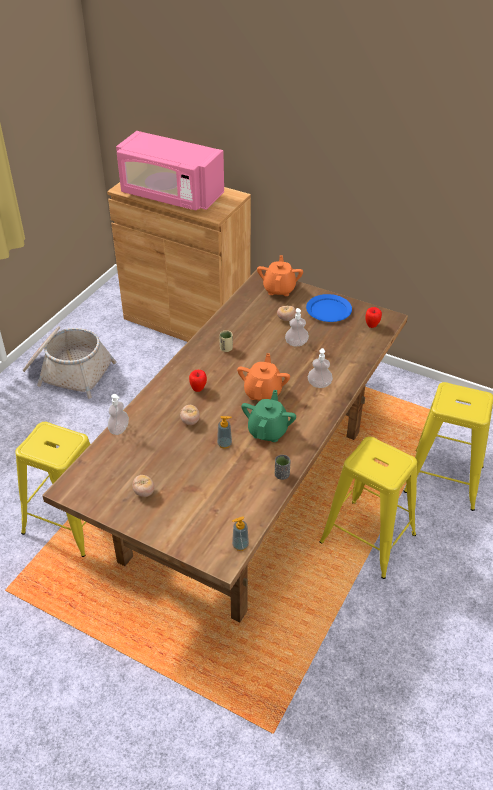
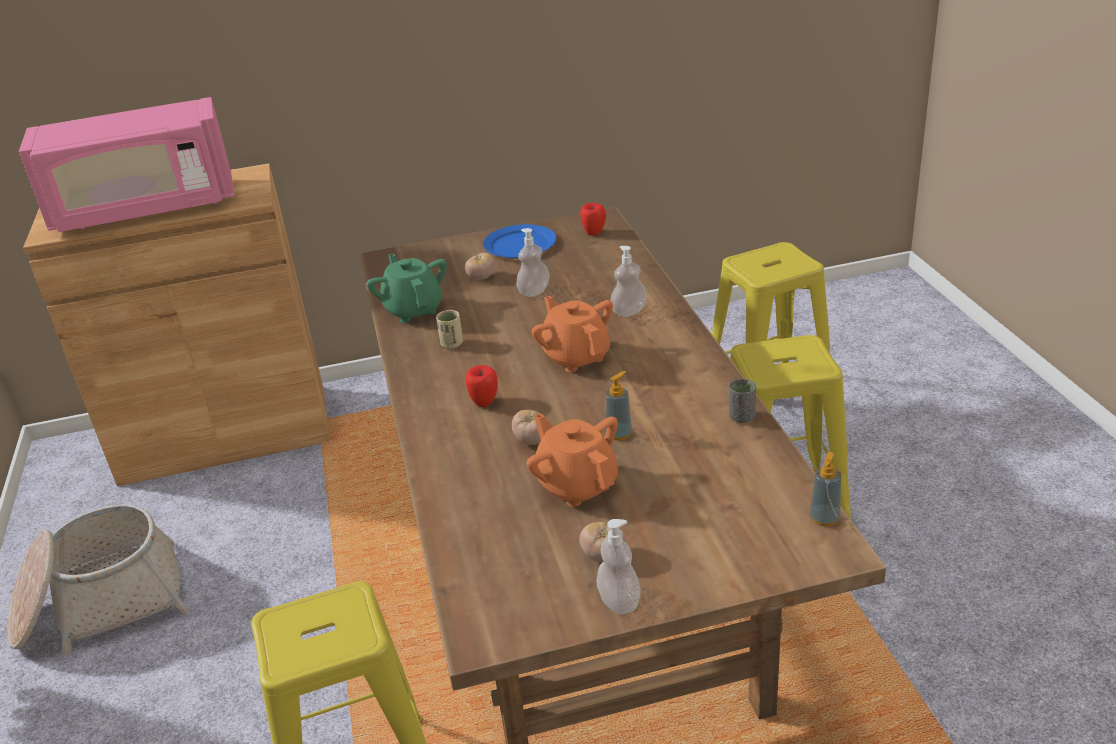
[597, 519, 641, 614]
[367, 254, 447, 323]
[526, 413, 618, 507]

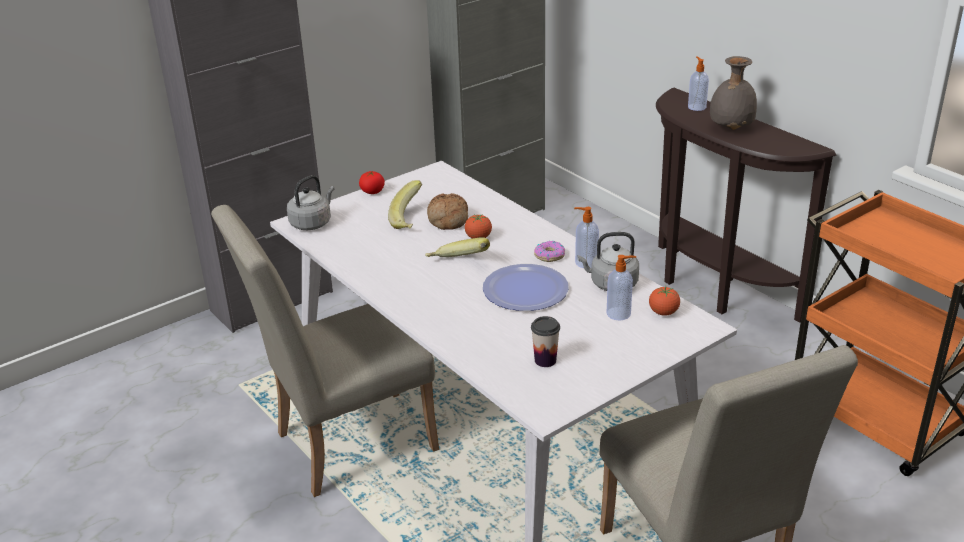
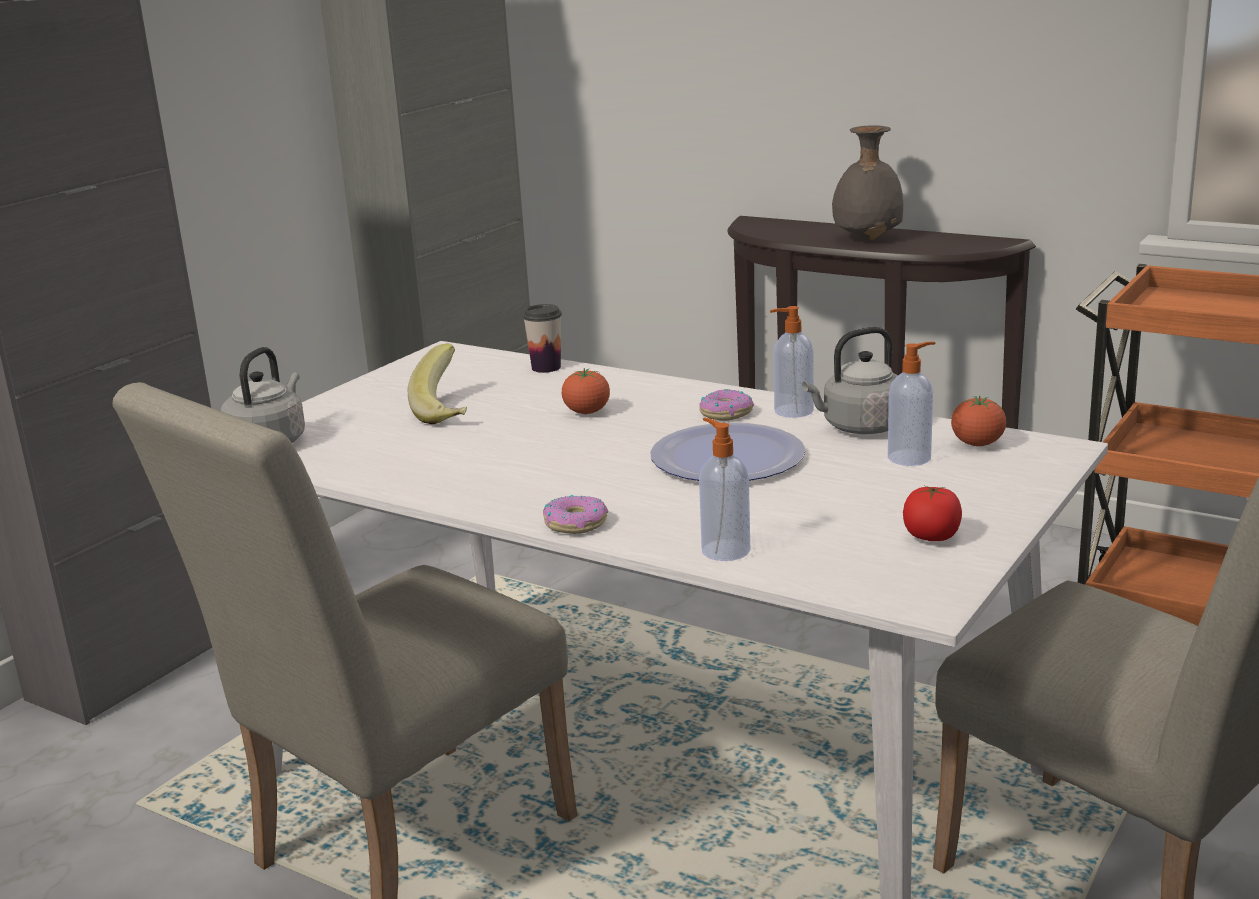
[903, 486, 962, 541]
[425, 237, 490, 257] (first image)
[427, 193, 468, 230] (first image)
[523, 304, 562, 373]
[699, 418, 750, 561]
[543, 495, 608, 534]

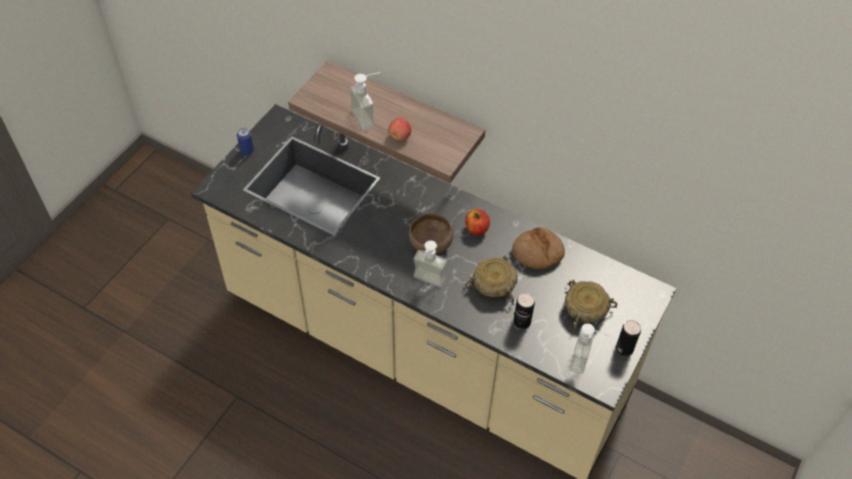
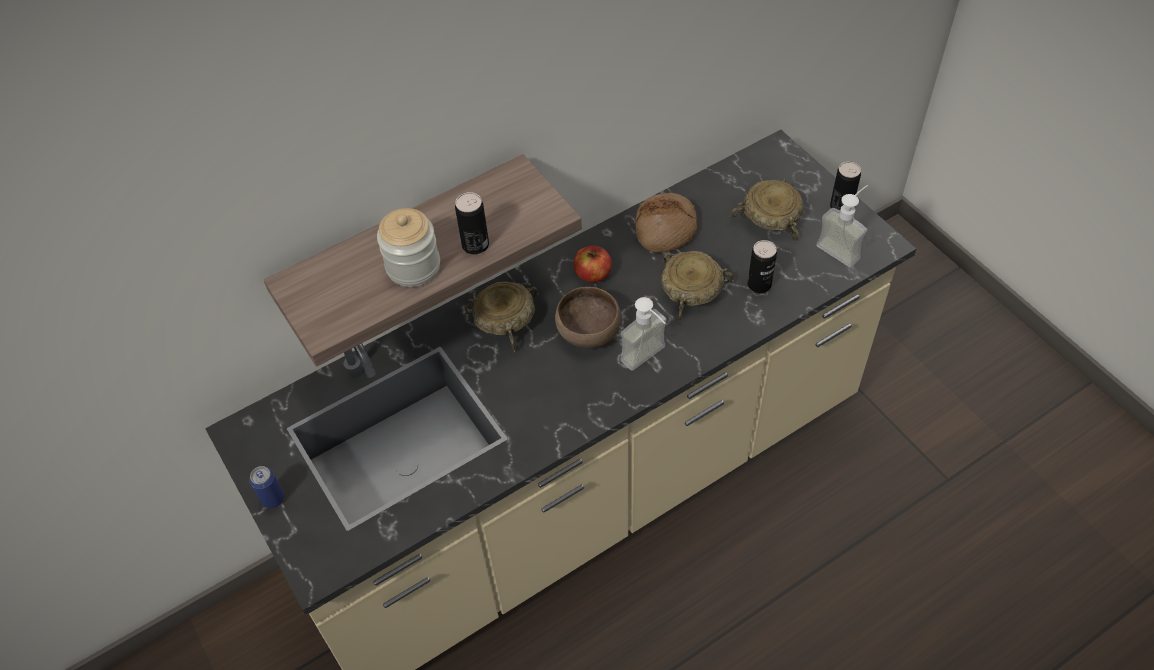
[377, 208, 440, 287]
[455, 192, 489, 254]
[464, 282, 539, 353]

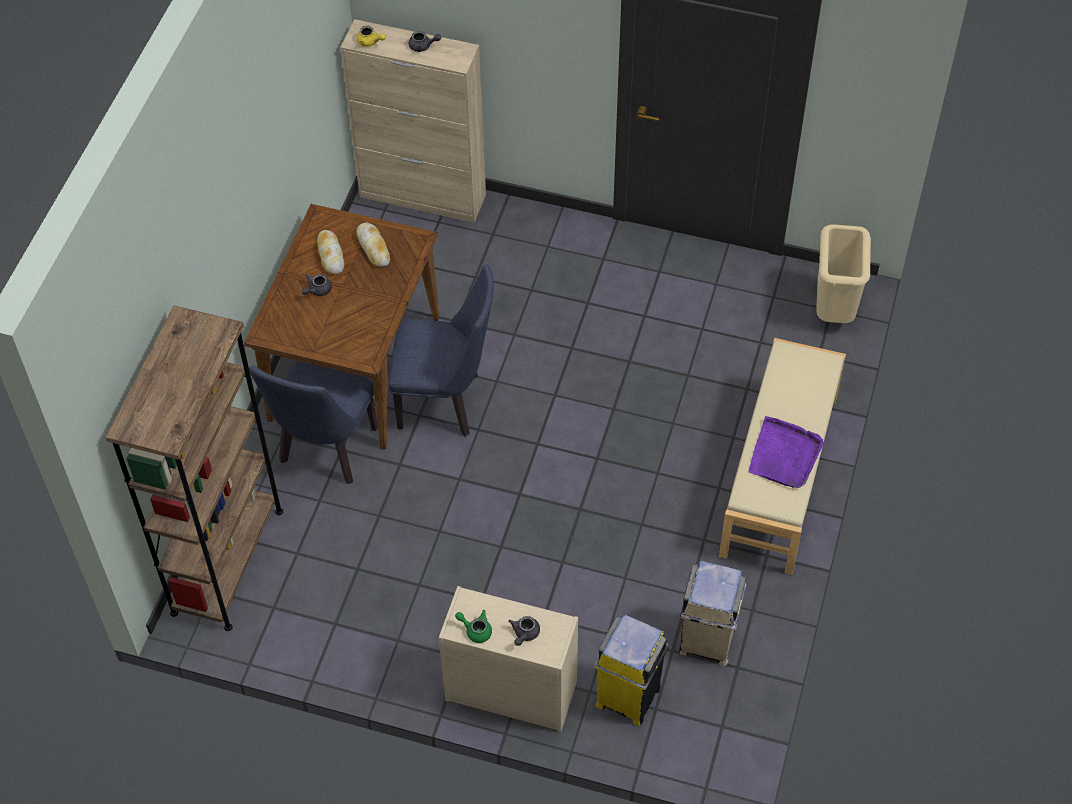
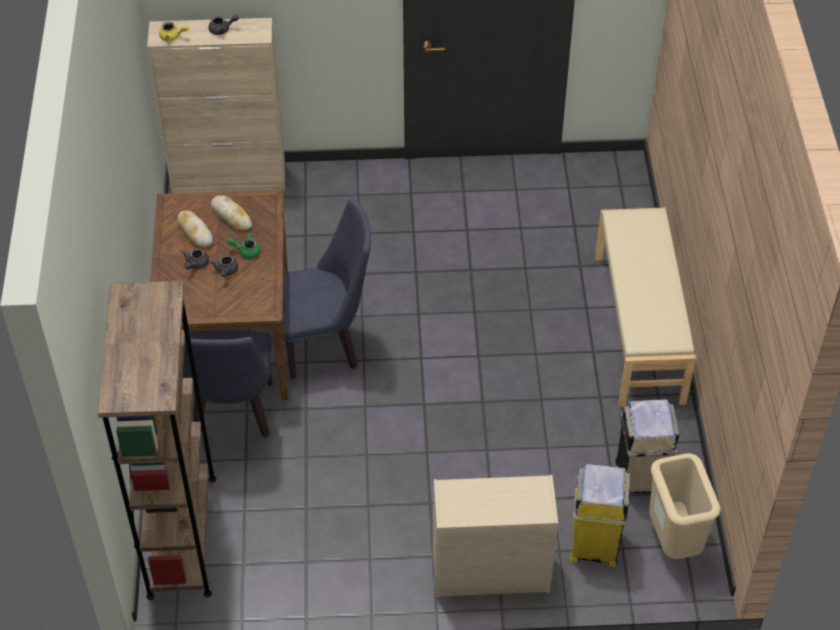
[227, 232, 261, 259]
[210, 255, 238, 277]
[748, 416, 824, 488] (first image)
[649, 453, 721, 559]

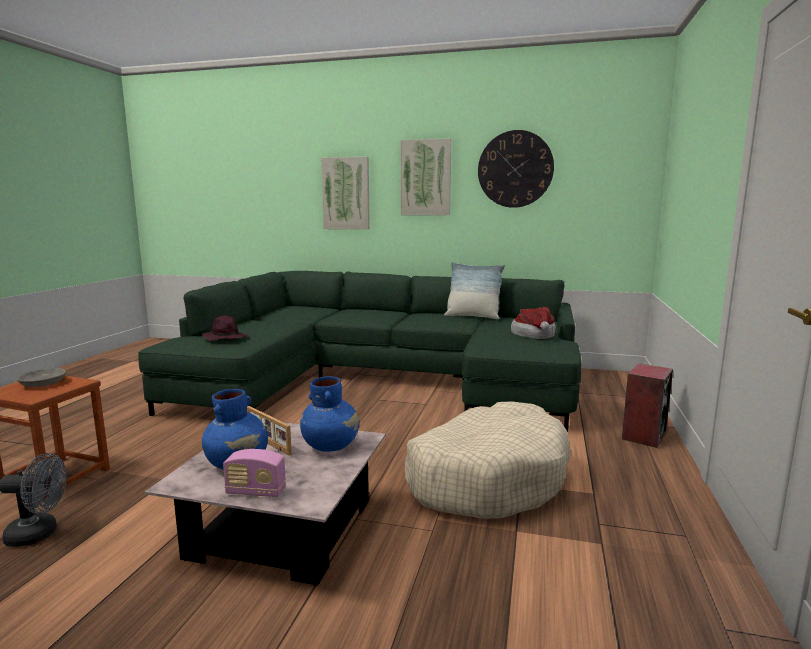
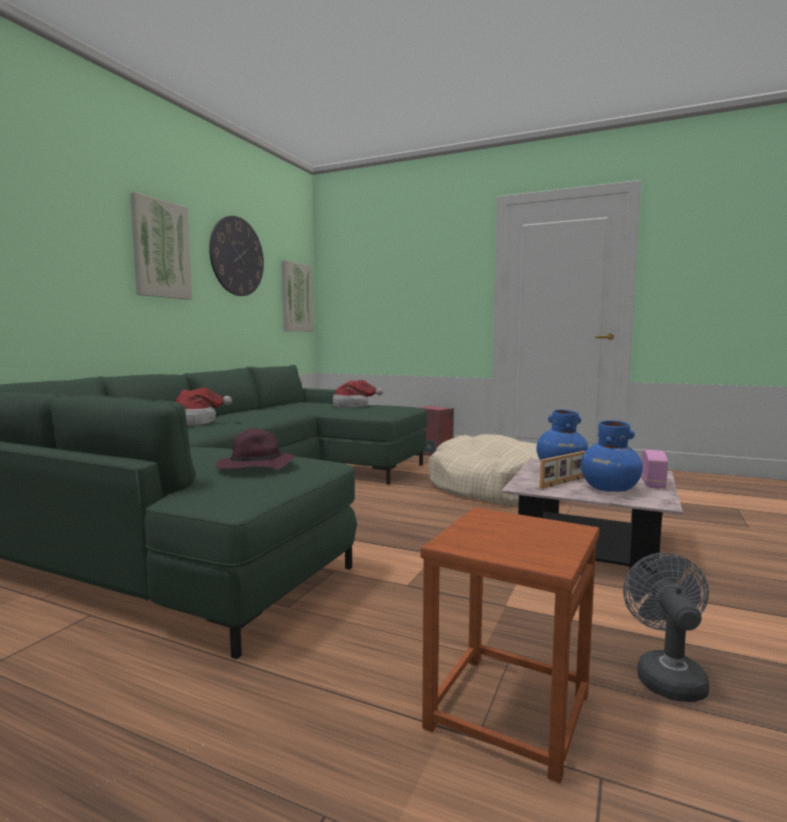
[17, 368, 66, 387] (first image)
[282, 260, 313, 332]
[444, 262, 505, 320] (first image)
[175, 388, 232, 426]

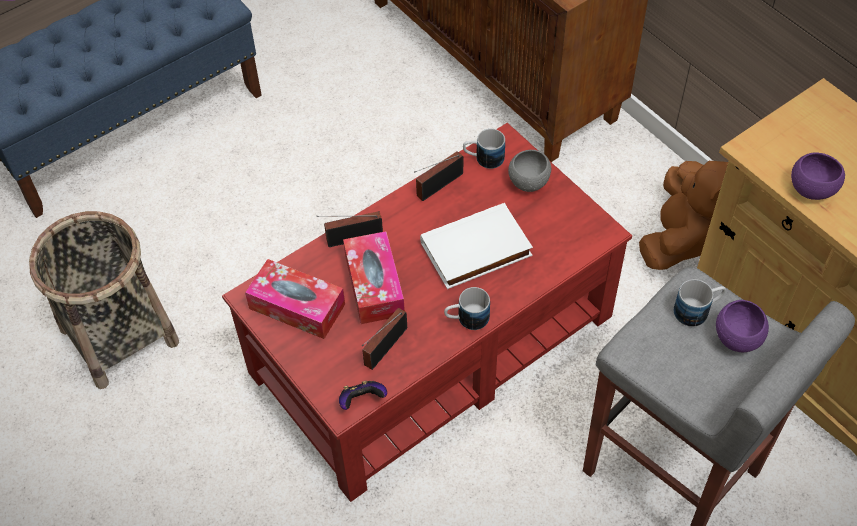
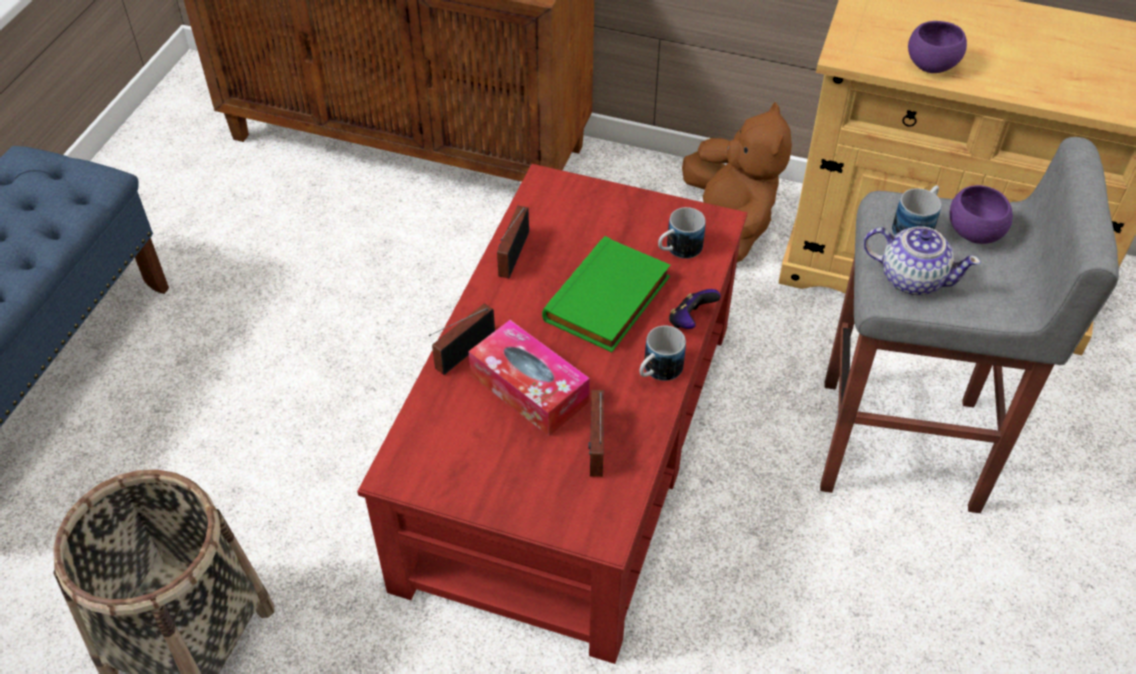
[245, 259, 345, 339] (first image)
[669, 289, 721, 329]
[542, 236, 670, 352]
[658, 207, 705, 259]
[508, 150, 551, 192] (first image)
[863, 226, 981, 295]

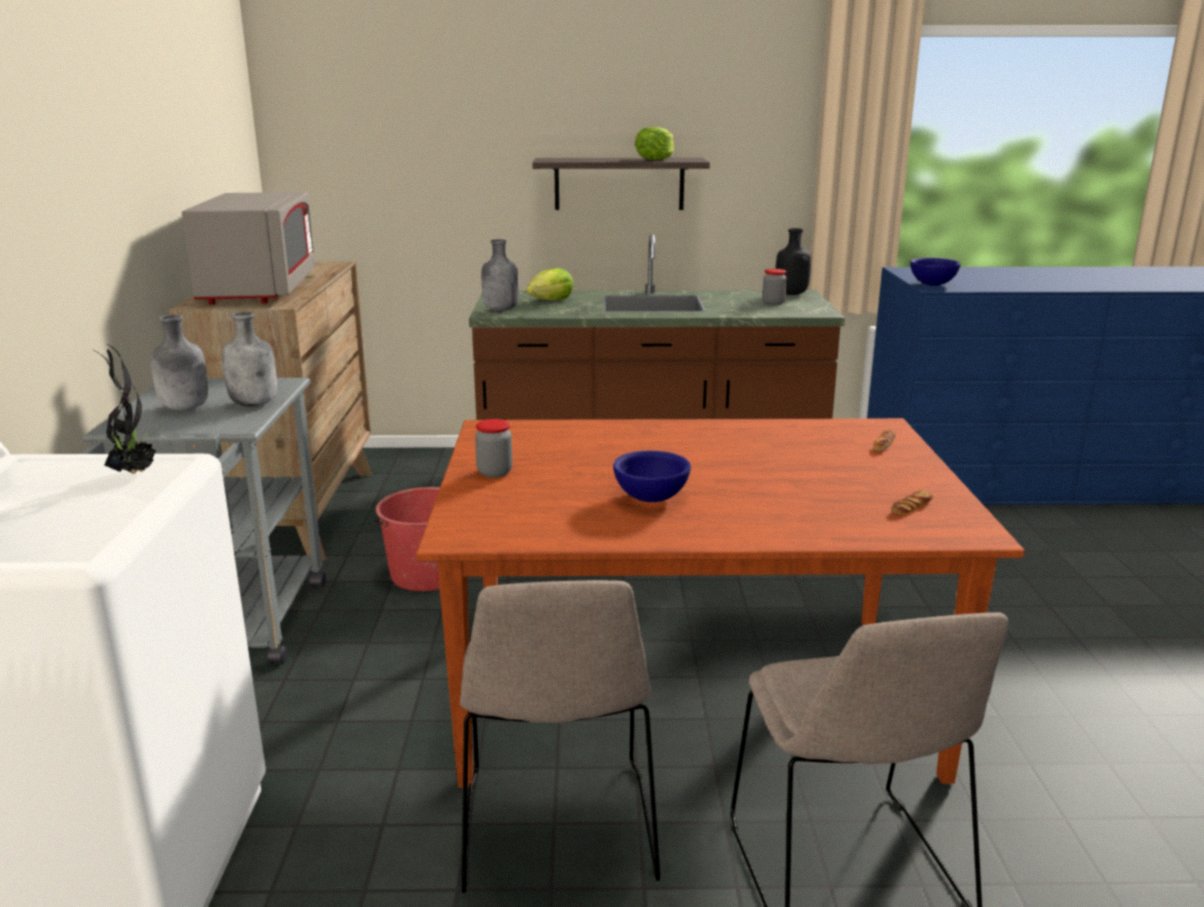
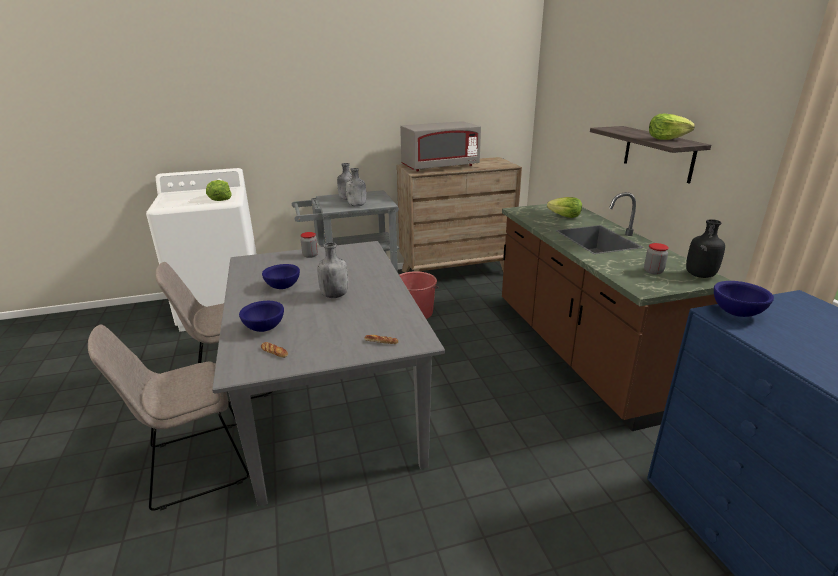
[206, 180, 232, 201]
[212, 241, 445, 506]
[317, 242, 348, 298]
[239, 301, 284, 332]

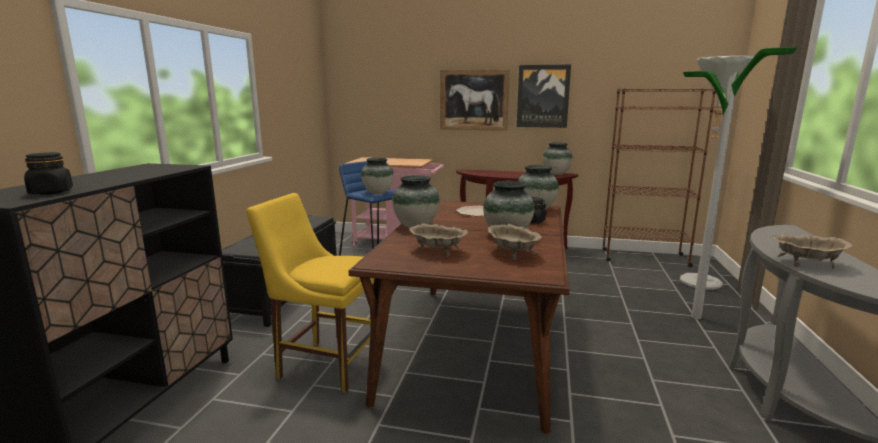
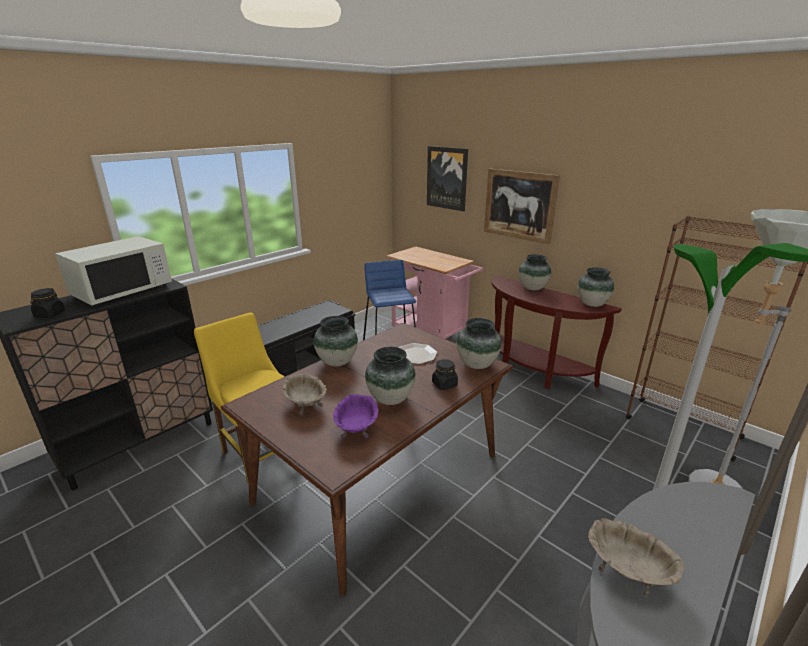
[519, 254, 551, 291]
[333, 394, 378, 439]
[427, 146, 468, 211]
[55, 236, 172, 307]

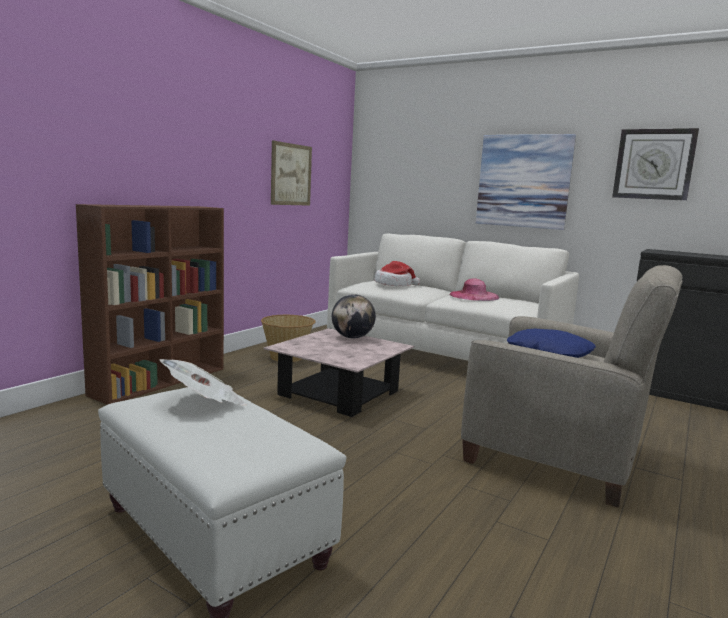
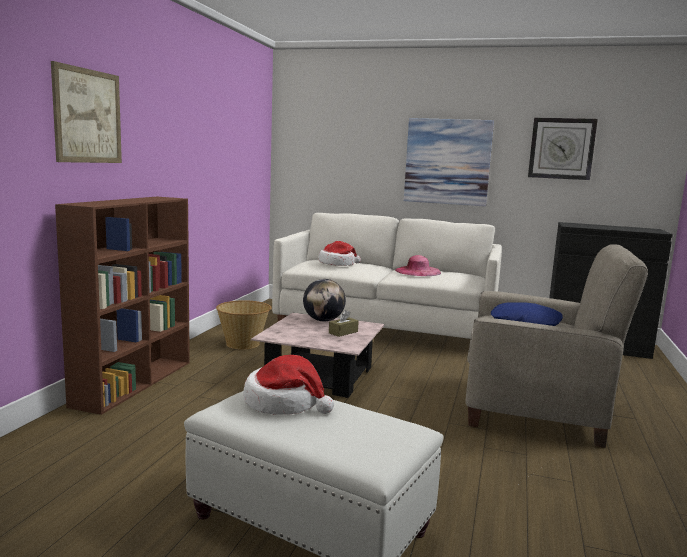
[243, 355, 334, 415]
[51, 61, 122, 163]
[329, 310, 359, 337]

